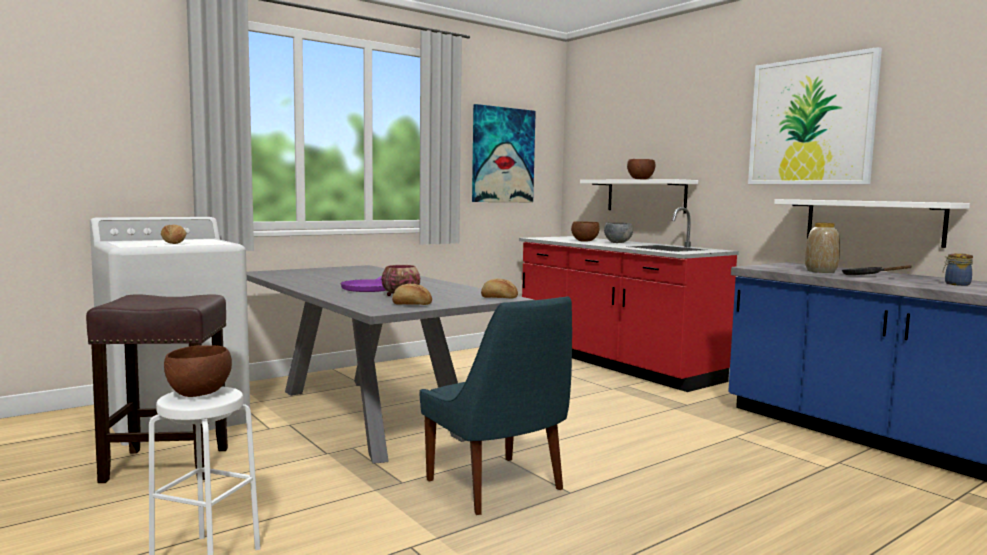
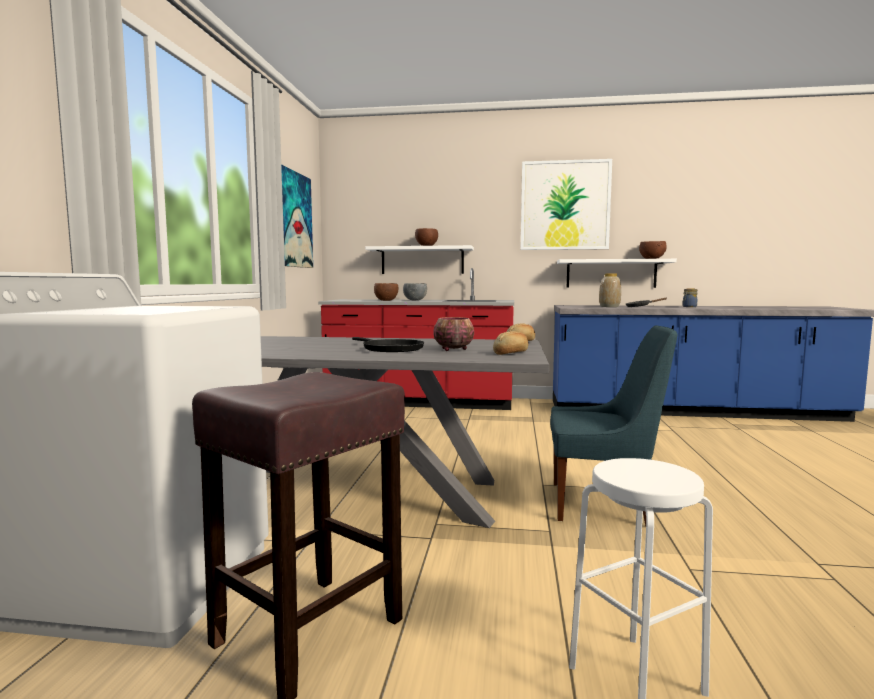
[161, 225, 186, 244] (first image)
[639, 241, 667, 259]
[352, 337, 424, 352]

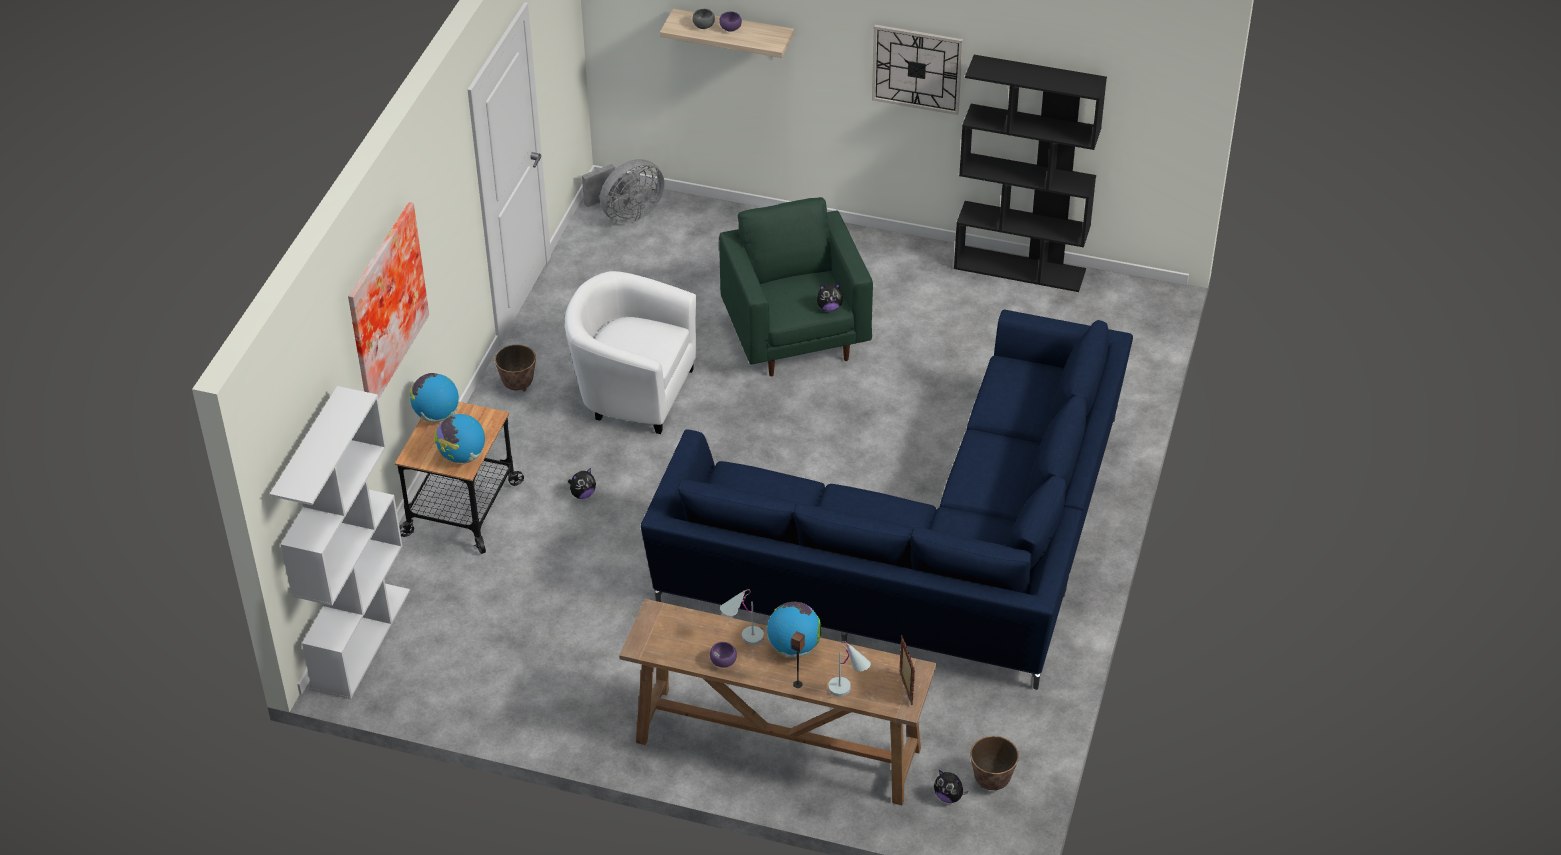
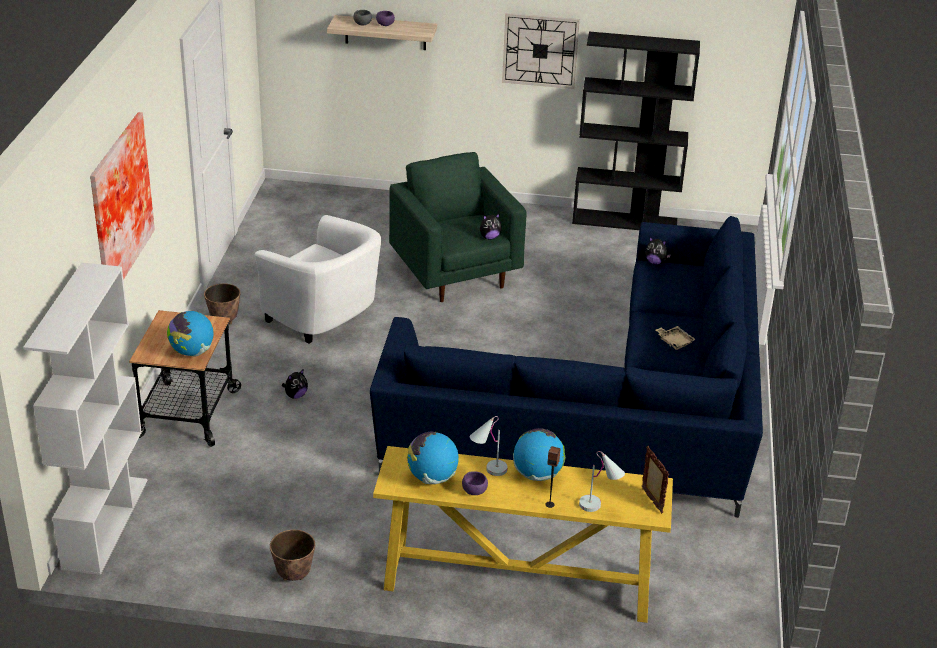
[407, 432, 459, 484]
[255, 215, 381, 344]
[582, 159, 665, 224] (first image)
[373, 446, 673, 623]
[645, 237, 671, 265]
[270, 530, 315, 581]
[656, 326, 696, 350]

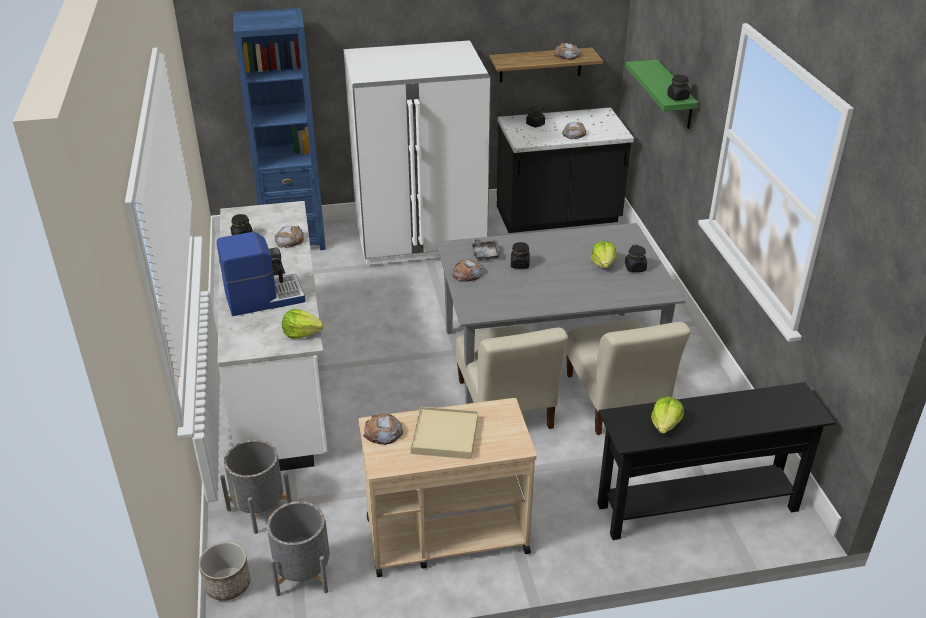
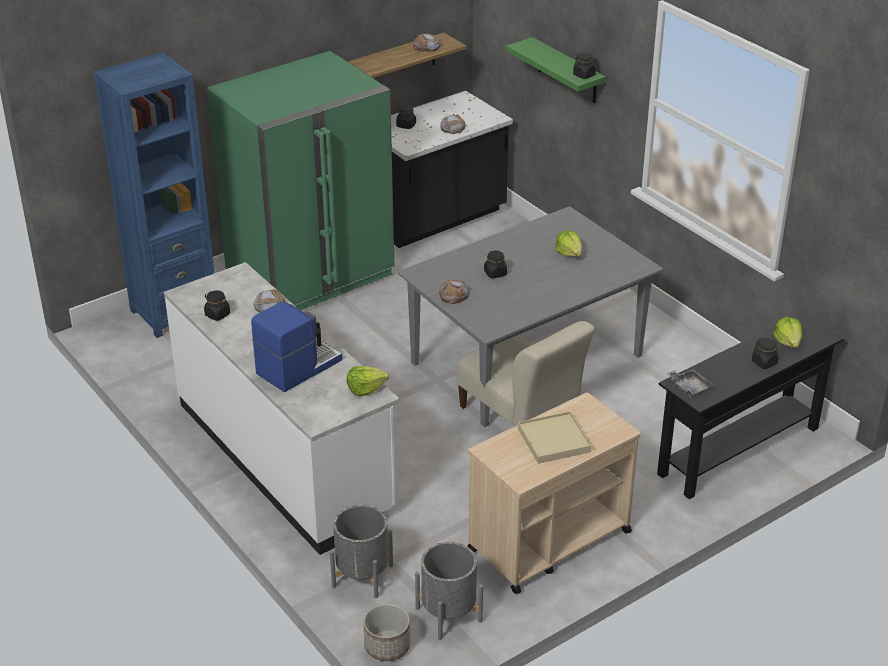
[207, 51, 394, 310]
[363, 414, 403, 445] (first image)
[667, 369, 714, 398]
[566, 320, 691, 435] (first image)
[752, 337, 779, 369]
[774, 317, 802, 348]

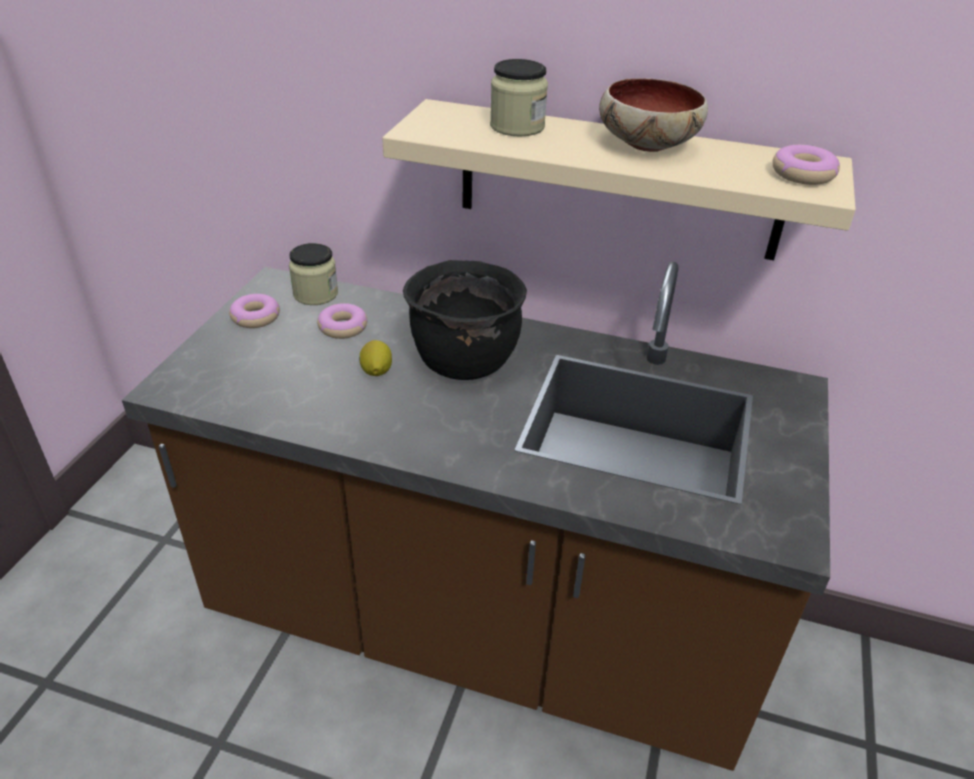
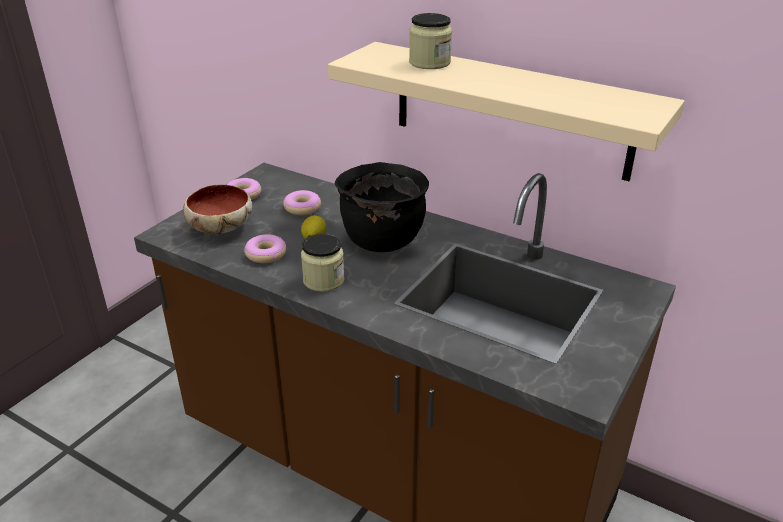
[301, 234, 344, 292]
[183, 184, 252, 234]
[244, 234, 286, 263]

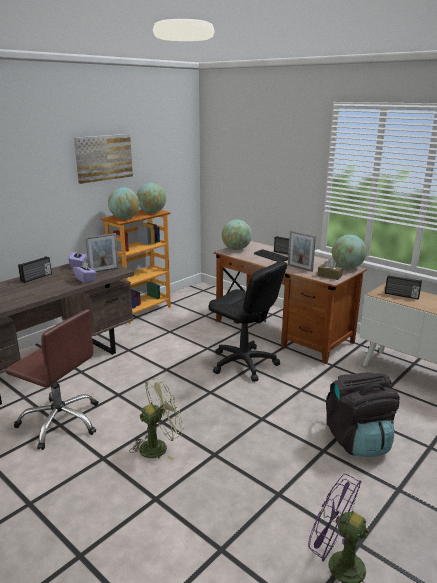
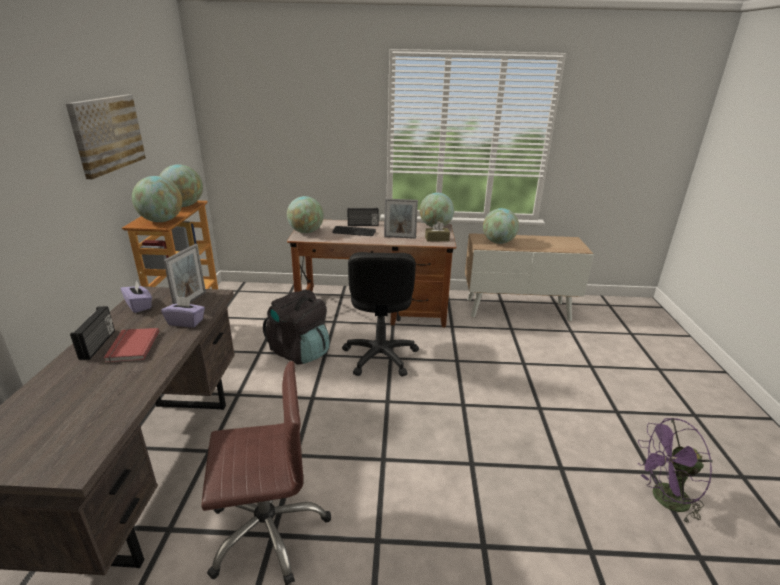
[129, 378, 184, 461] (first image)
[342, 252, 419, 376]
[263, 290, 329, 365]
[483, 208, 519, 244]
[104, 328, 159, 362]

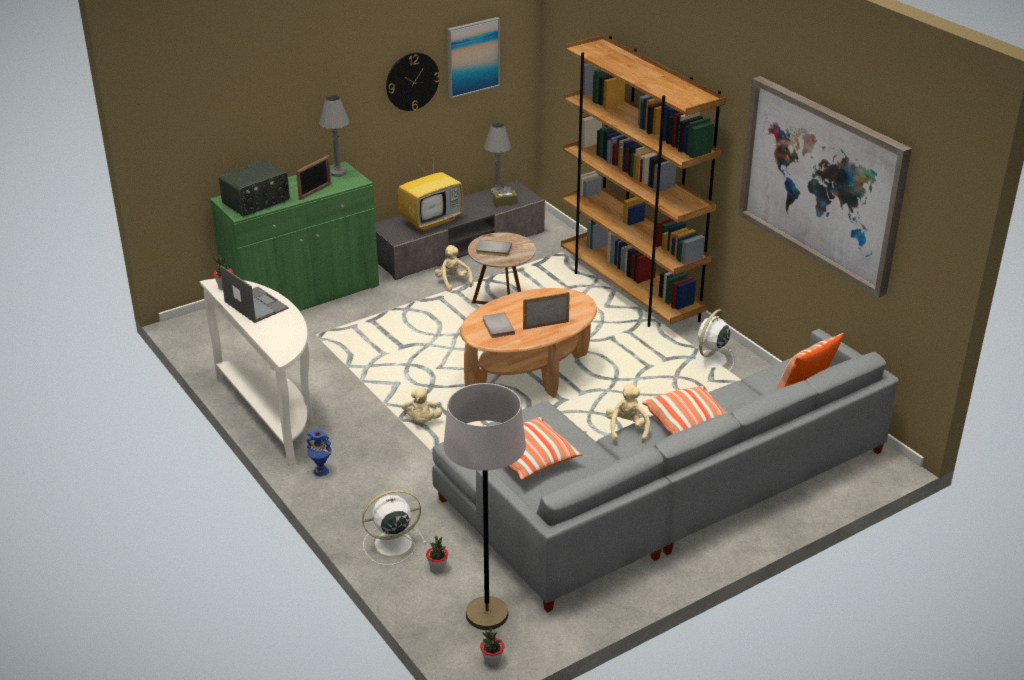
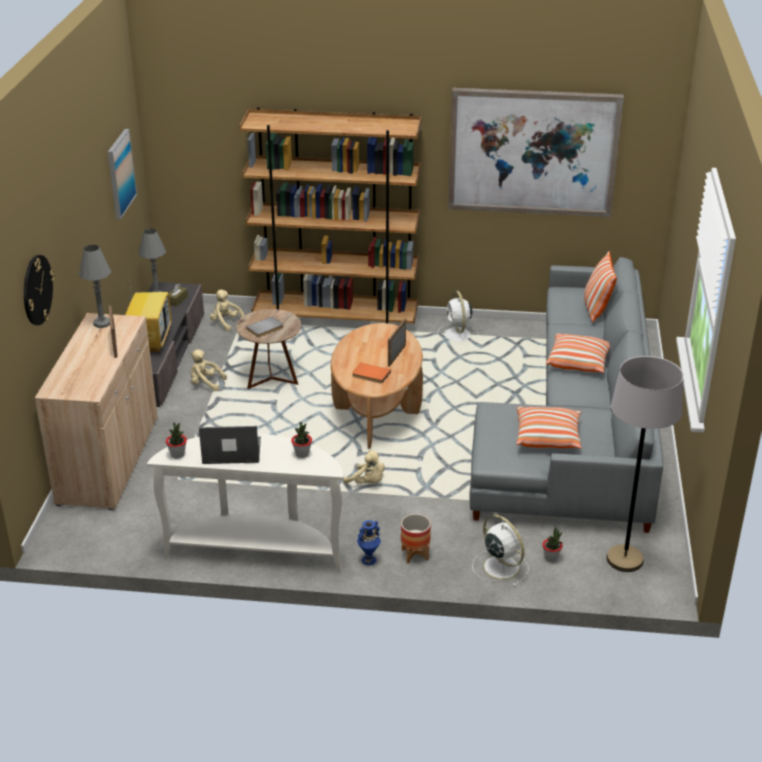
[35, 313, 158, 510]
[219, 160, 290, 217] (first image)
[472, 515, 529, 587]
[24, 255, 55, 325]
[291, 422, 312, 458]
[352, 363, 391, 384]
[210, 290, 245, 331]
[401, 514, 431, 564]

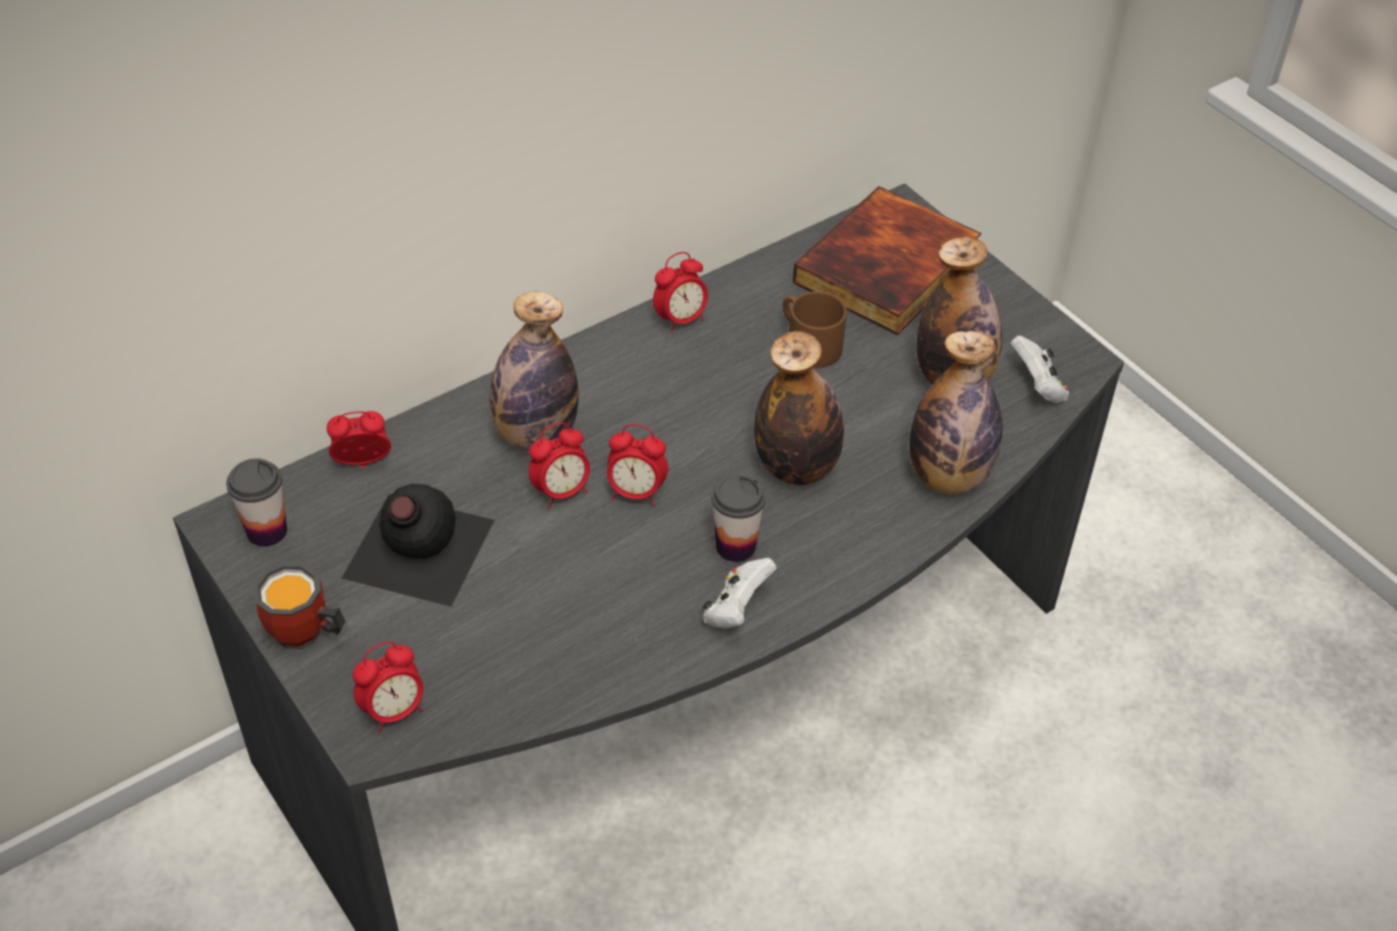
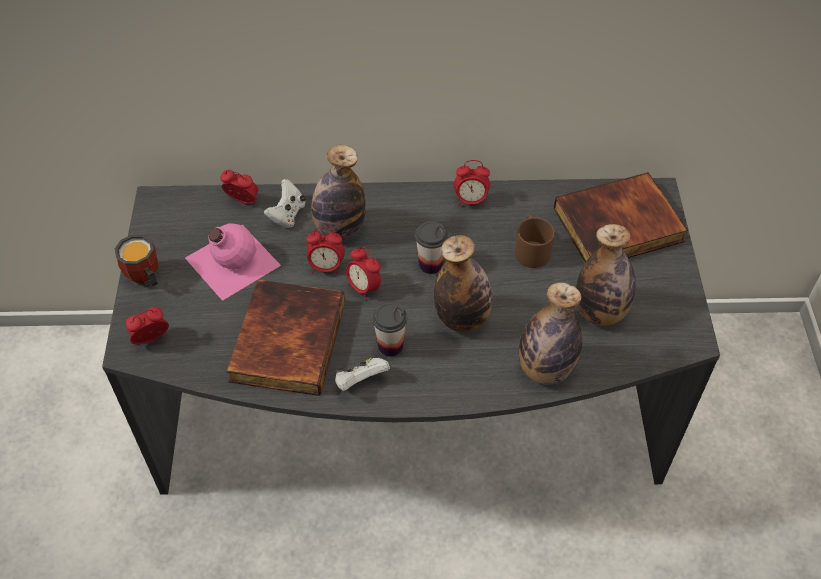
[415, 221, 448, 274]
[185, 223, 281, 301]
[126, 307, 169, 345]
[264, 179, 306, 228]
[226, 280, 345, 396]

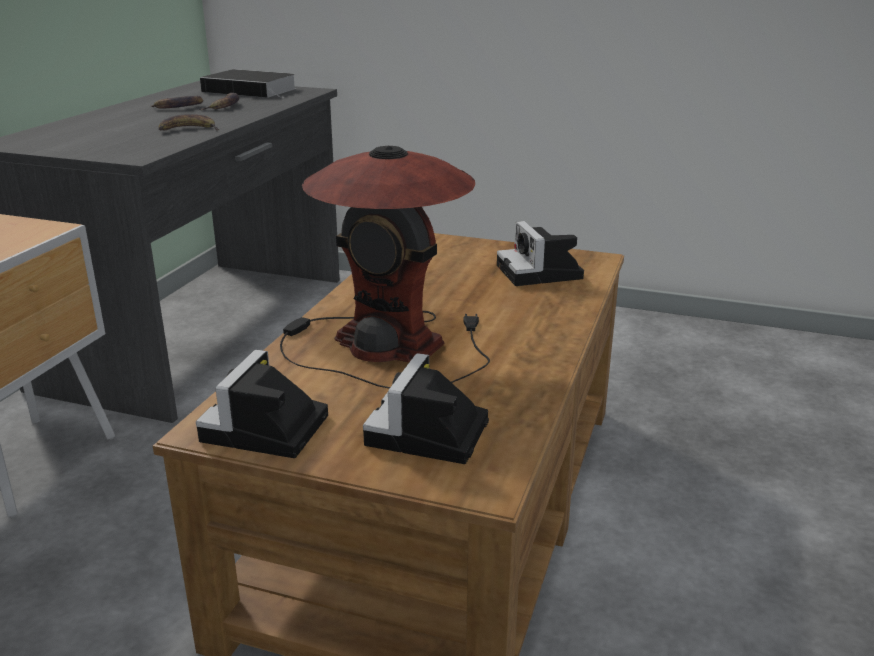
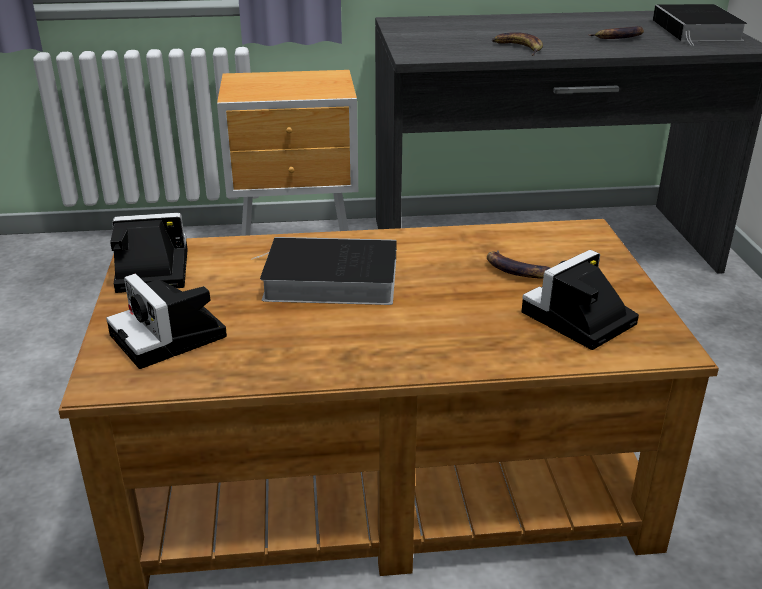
[487, 251, 550, 279]
[251, 237, 397, 305]
[106, 274, 227, 369]

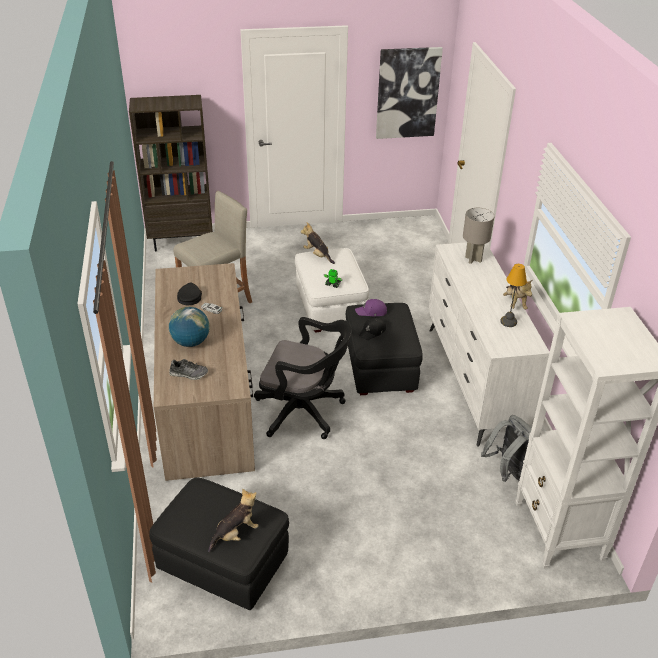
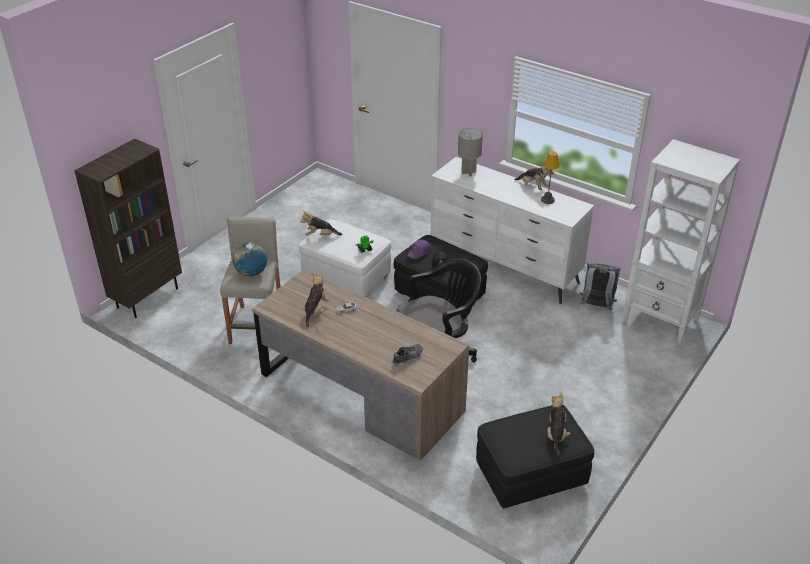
[233, 242, 267, 276]
[304, 272, 329, 327]
[376, 47, 443, 139] (first image)

